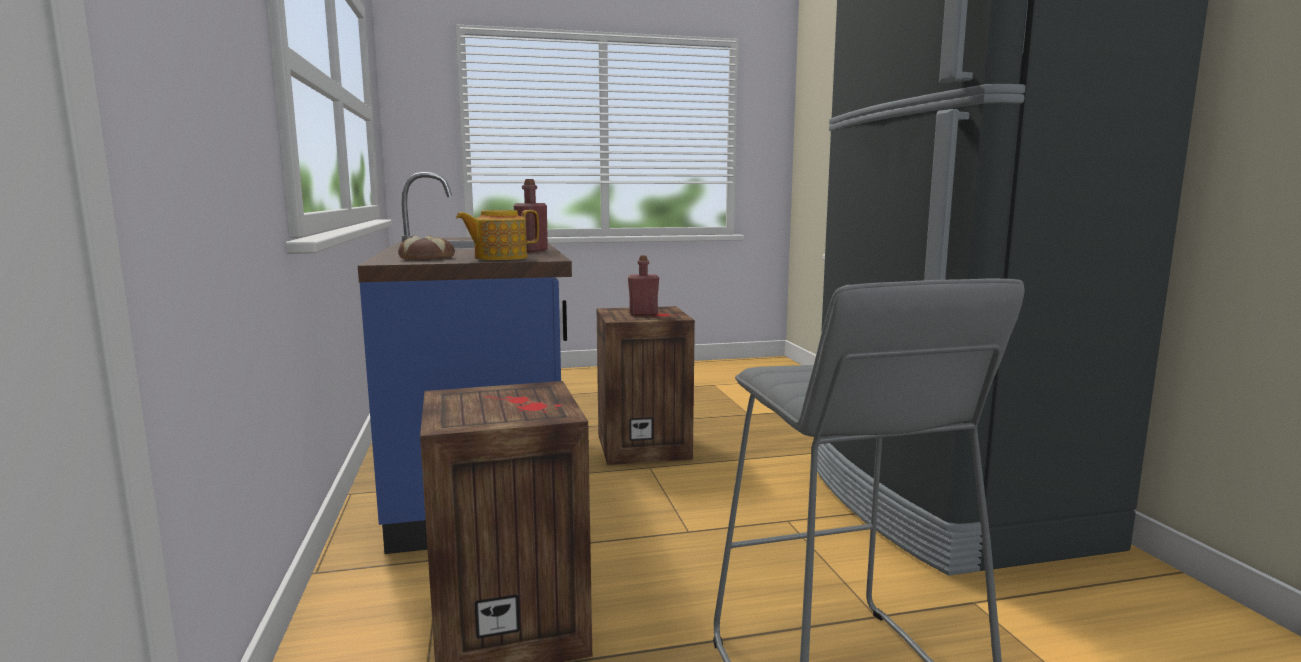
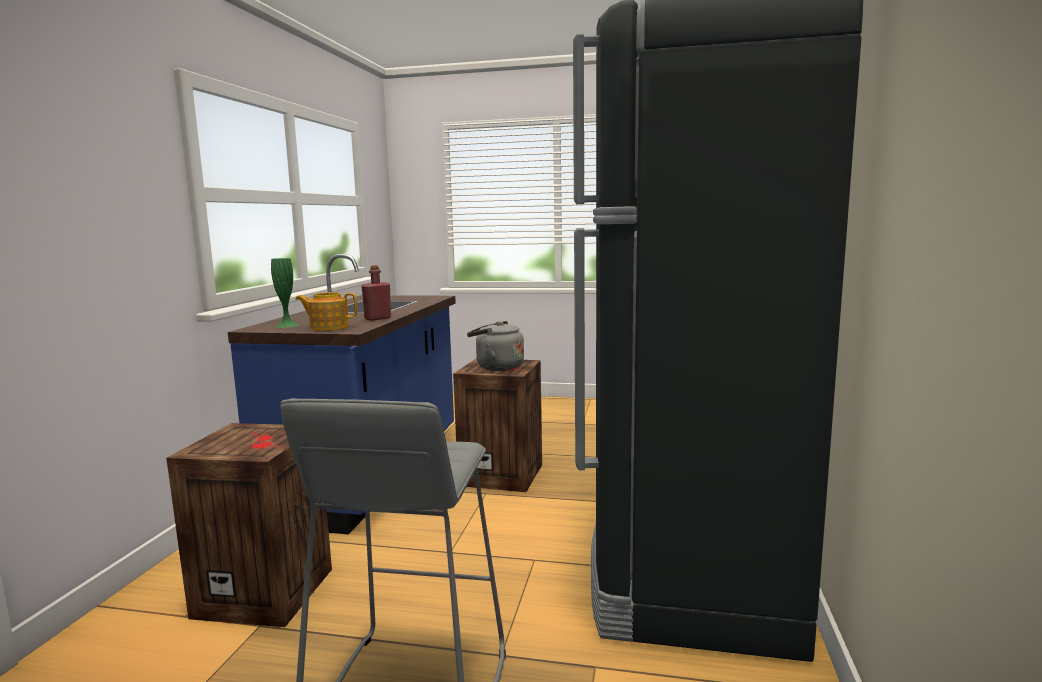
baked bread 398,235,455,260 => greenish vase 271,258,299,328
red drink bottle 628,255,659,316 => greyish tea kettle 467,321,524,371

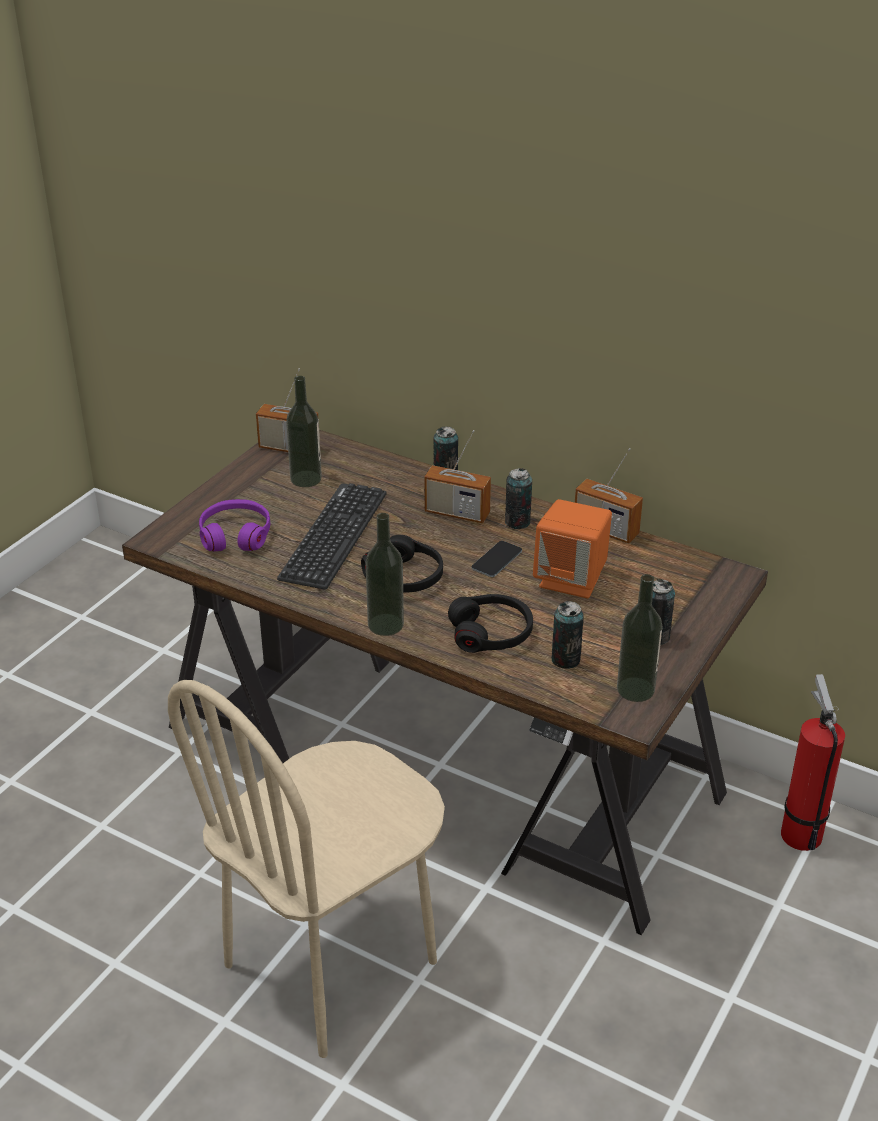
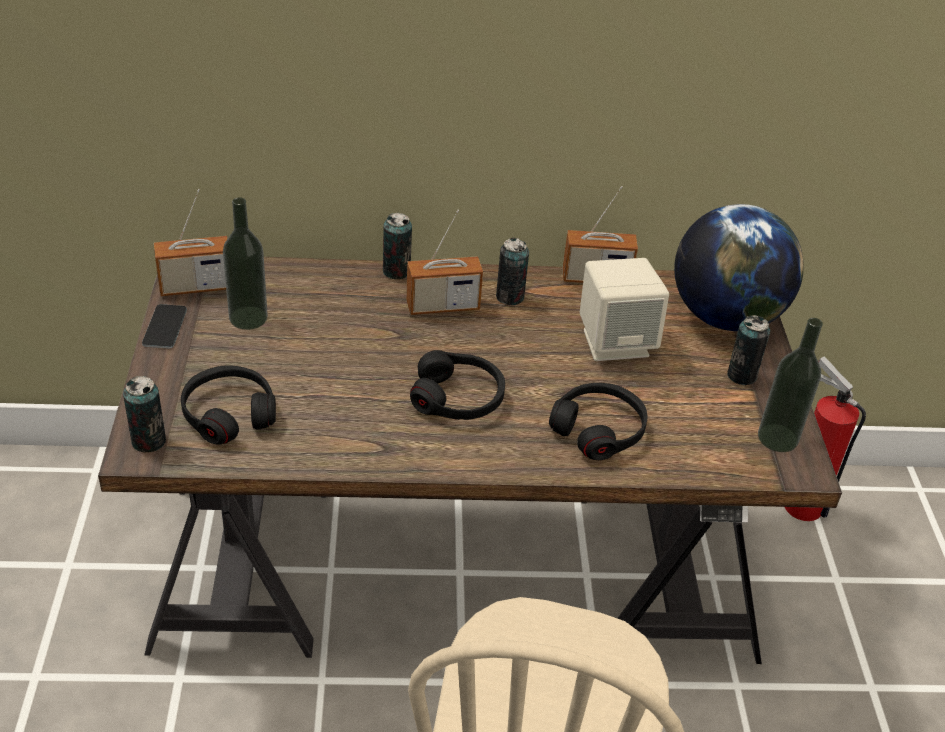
keyboard 277,483,387,590 => nothing
drink bottle 365,513,404,636 => nothing
nothing => world globe 674,204,804,331
telephone 471,541,522,577 => telephone 142,304,187,349, shifted
sealed can 551,601,584,669 => sealed can 123,376,166,452, shifted
purple pair of headphones 199,499,270,552 => black pair of headphones 181,365,276,445
orangey loudspeaker 533,499,612,599 => beige loudspeaker 580,258,669,361

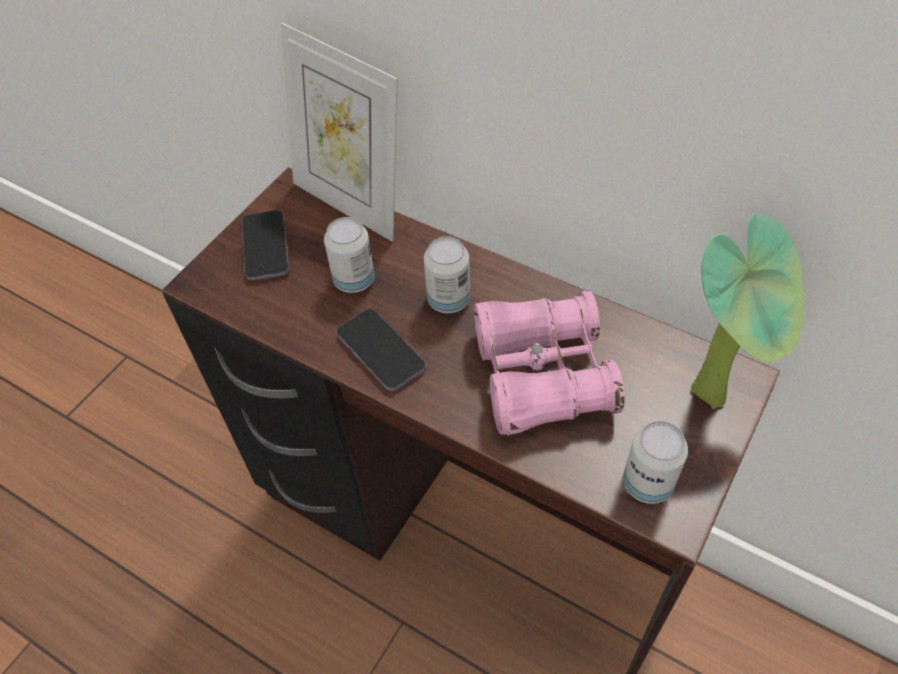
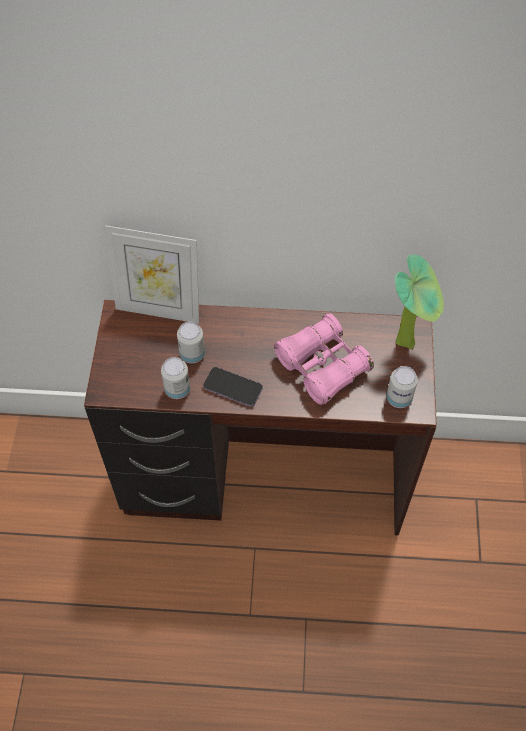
telephone 242,210,289,281 => nothing
sealed can 424,236,470,313 => sealed can 161,357,190,399, shifted

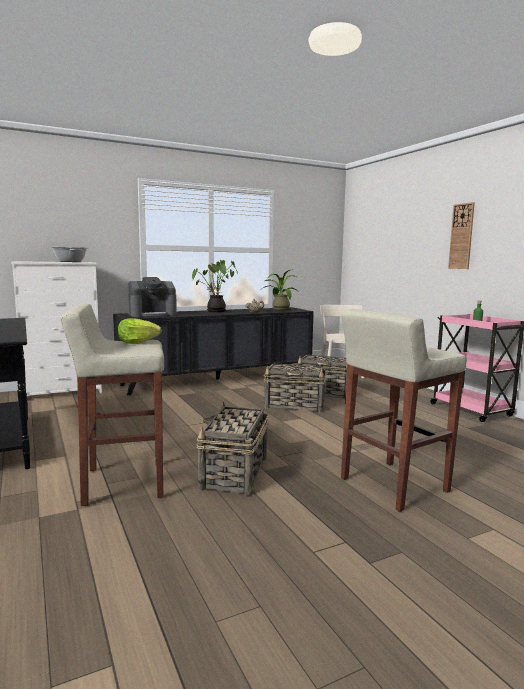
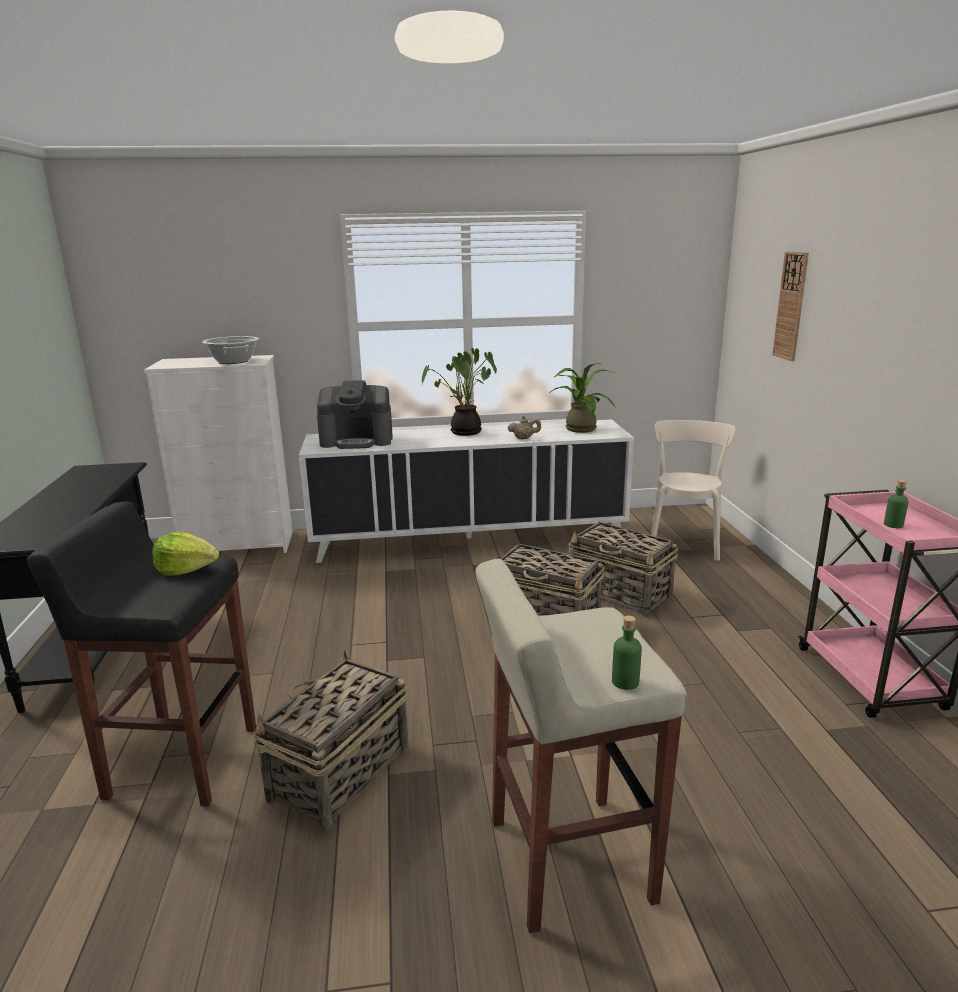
nothing => greenish drink bottle 612,616,642,690
hanging clock 448,202,475,269 => hanging clock 772,252,809,361, shifted
beige stool 60,304,164,506 => black stool 27,502,256,807
black cupboard 113,307,314,395 => white-coloured cupboard 299,419,634,563

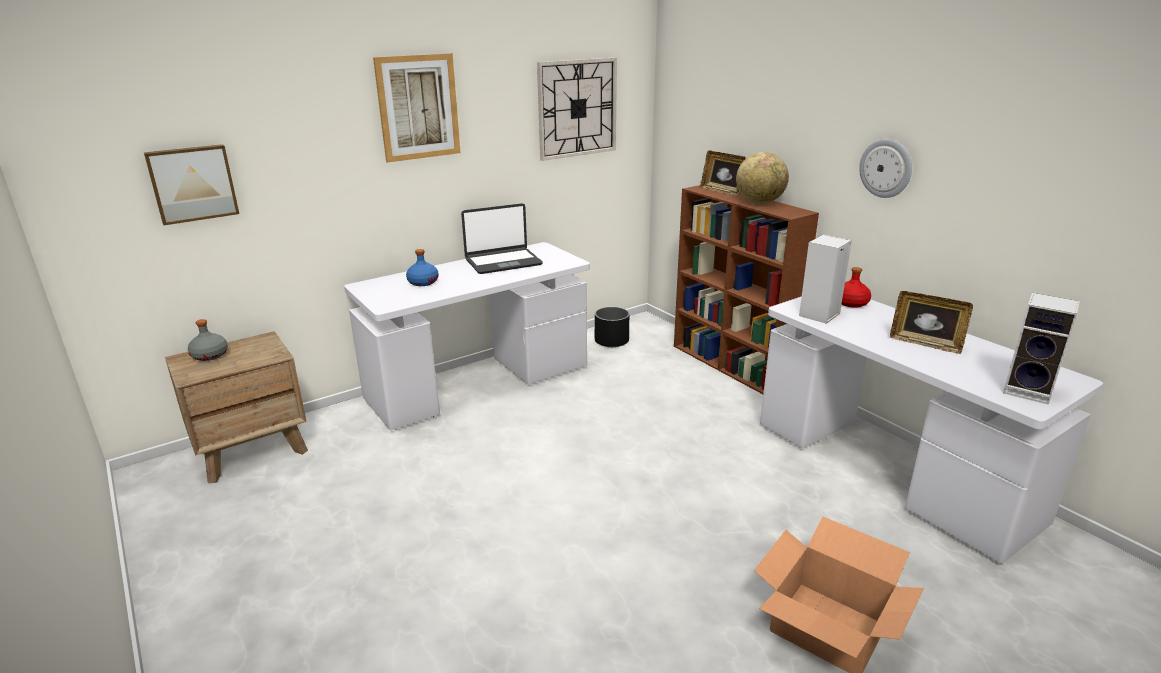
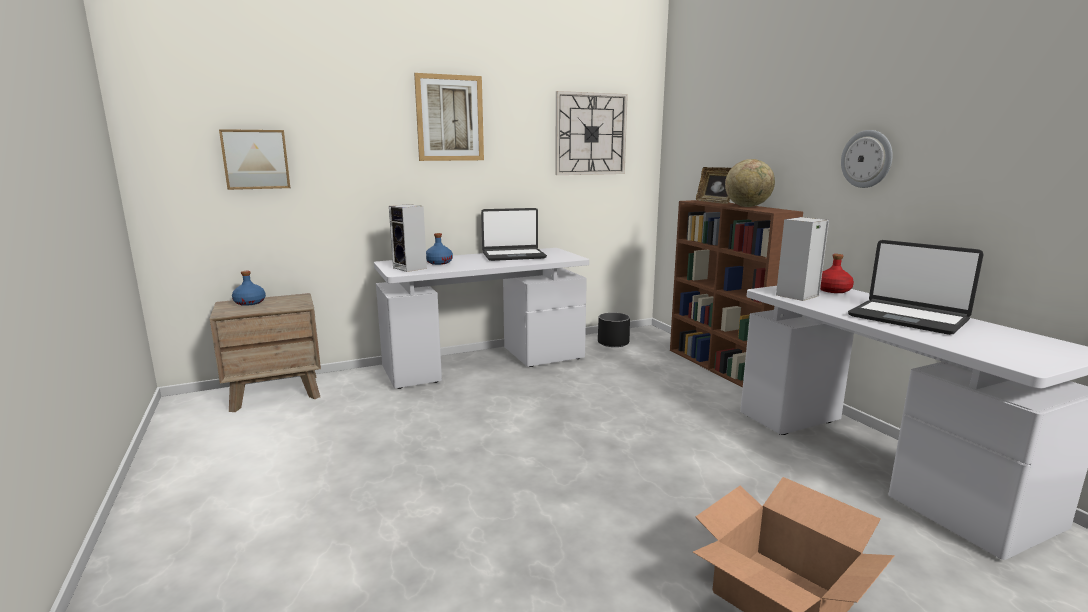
loudspeaker 1003,293,1080,405 => loudspeaker 389,204,427,272, shifted
picture frame 890,291,973,354 => laptop 848,240,984,335
greyish drink bottle 188,319,228,361 => bluish drink bottle 232,271,266,306

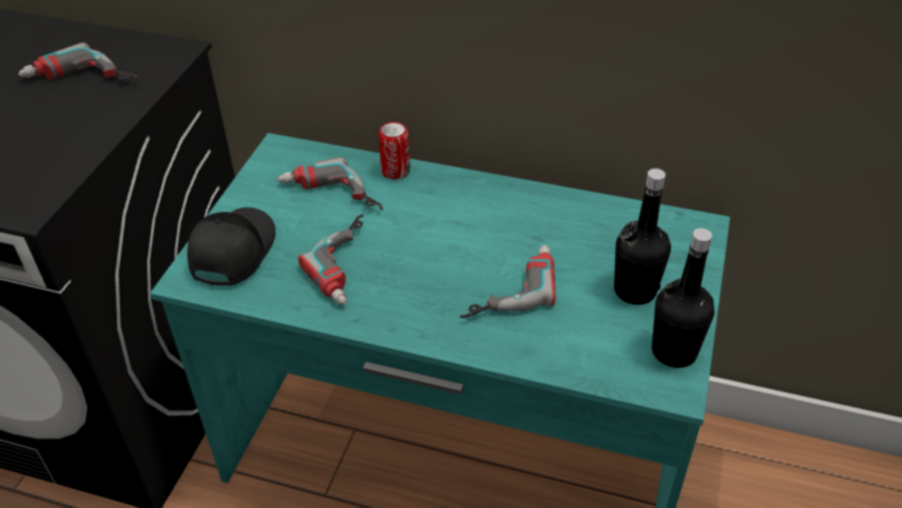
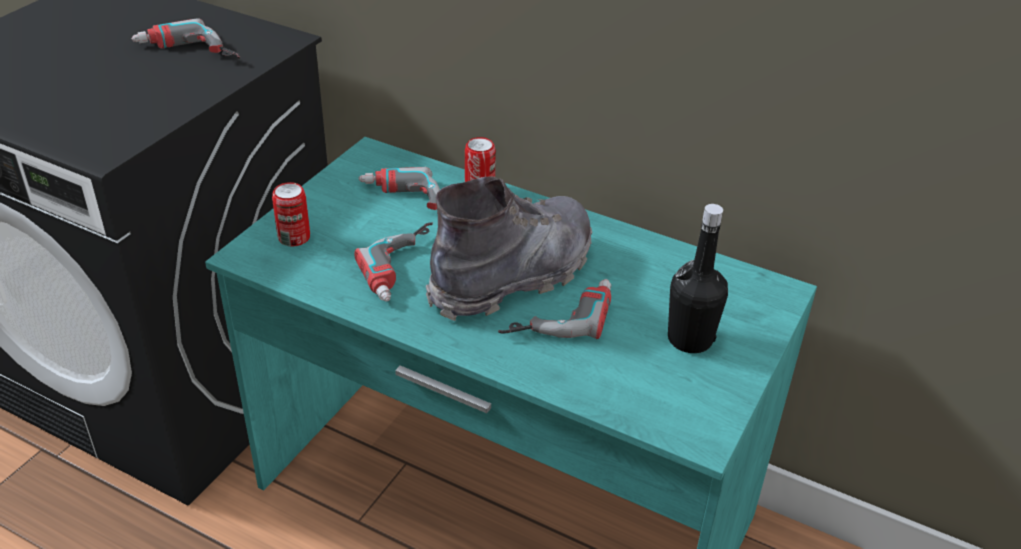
black drink bottle 652,228,714,368 => nothing
nothing => greyish boot 425,176,593,321
black cap 187,207,276,286 => sealed can 272,182,310,246

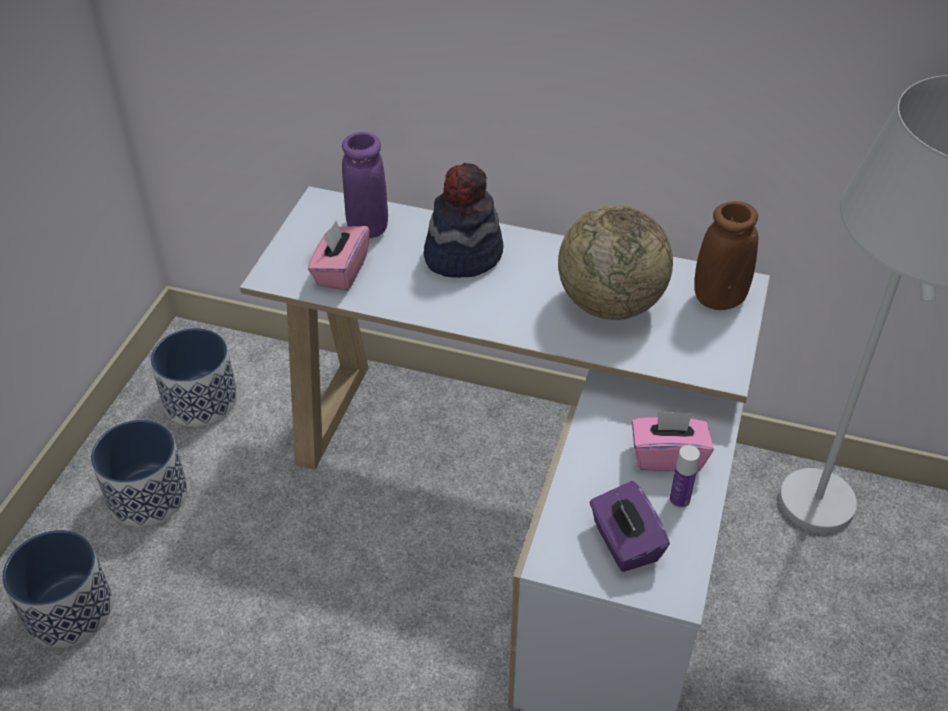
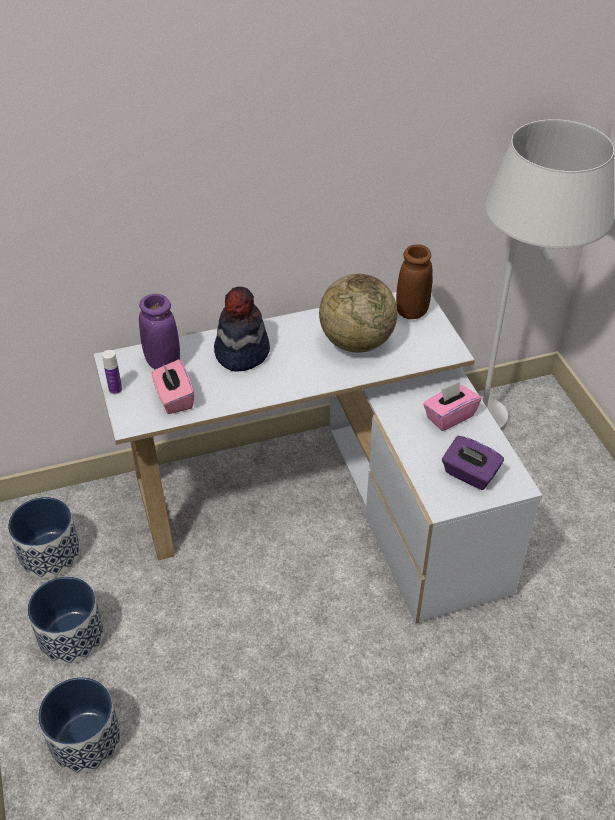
drink bottle 670,445,700,508 => drink bottle 102,350,122,394, shifted

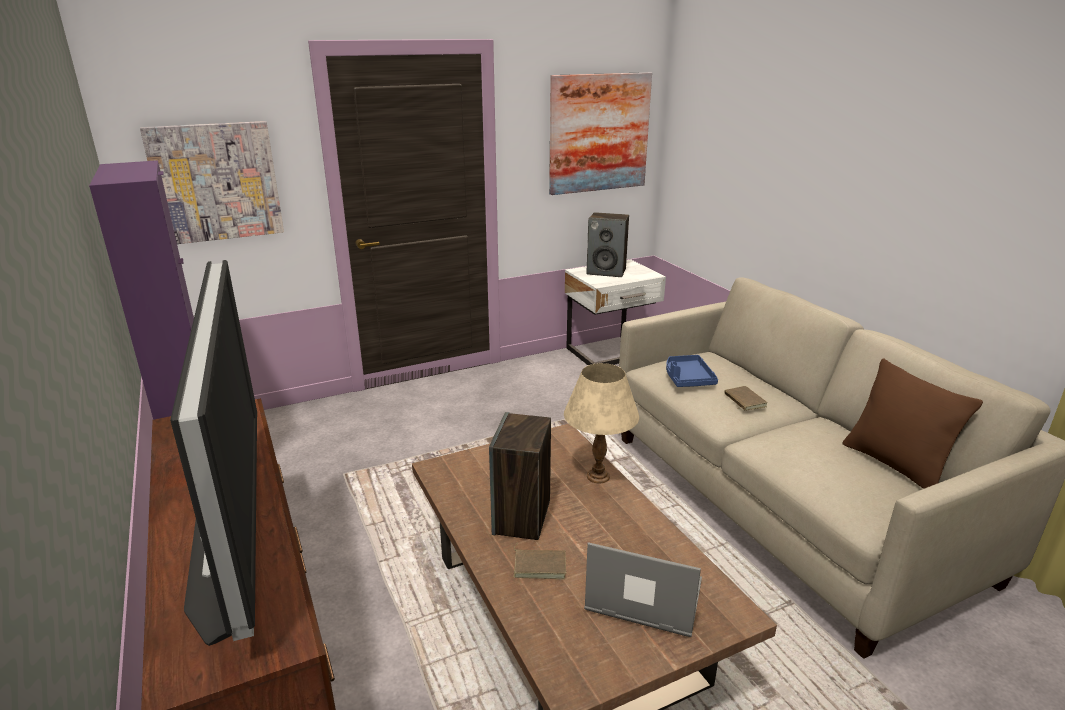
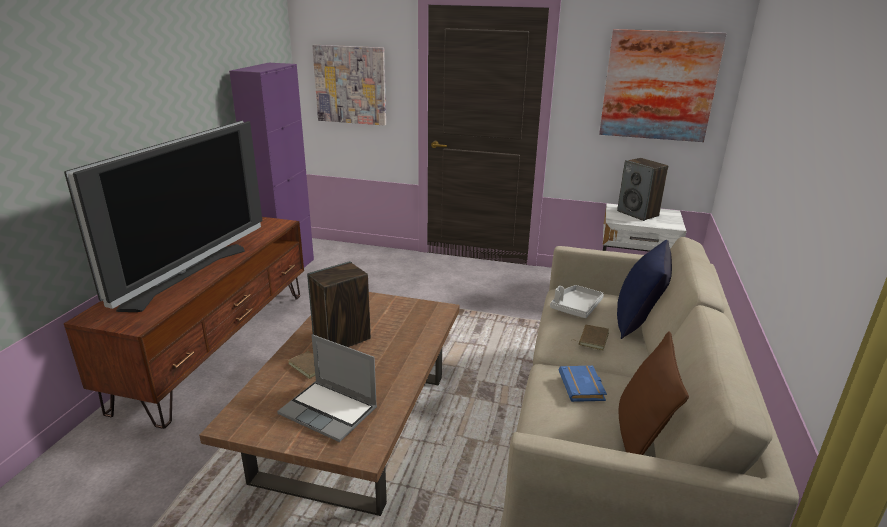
beige tabletop lamp 564,363,639,484 => nothing
nothing => bluish bound book 559,366,607,402
nothing => bluish pillow 617,240,672,339
bluish serving tray 666,355,718,387 => greyish serving tray 550,285,604,318
laptop 584,542,702,637 => laptop 277,334,377,442, 150 degrees clockwise

